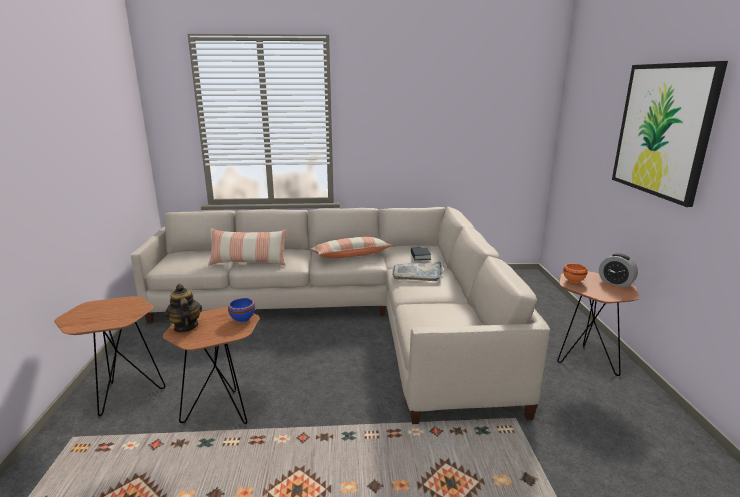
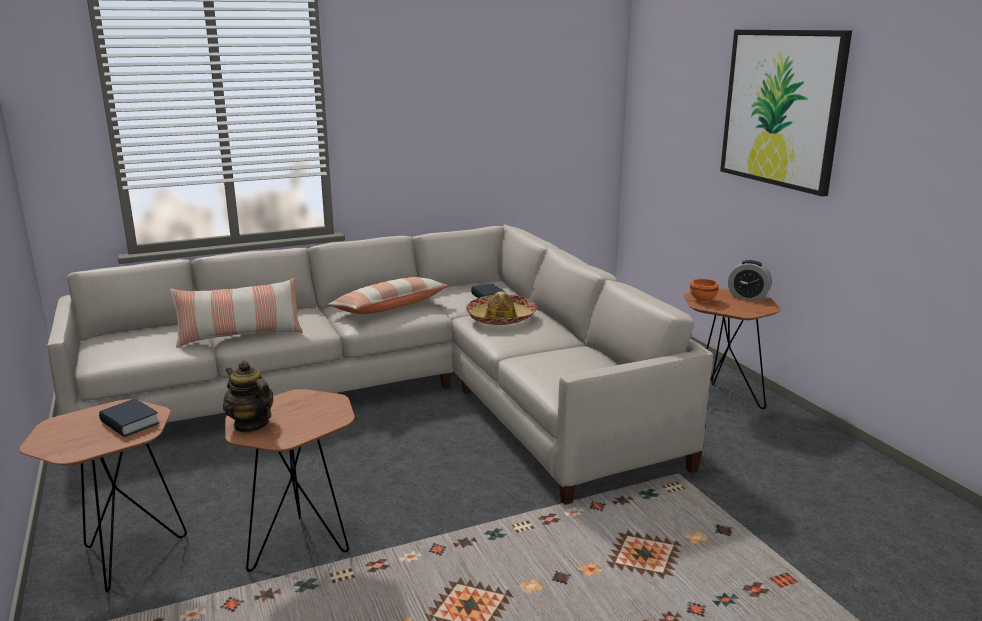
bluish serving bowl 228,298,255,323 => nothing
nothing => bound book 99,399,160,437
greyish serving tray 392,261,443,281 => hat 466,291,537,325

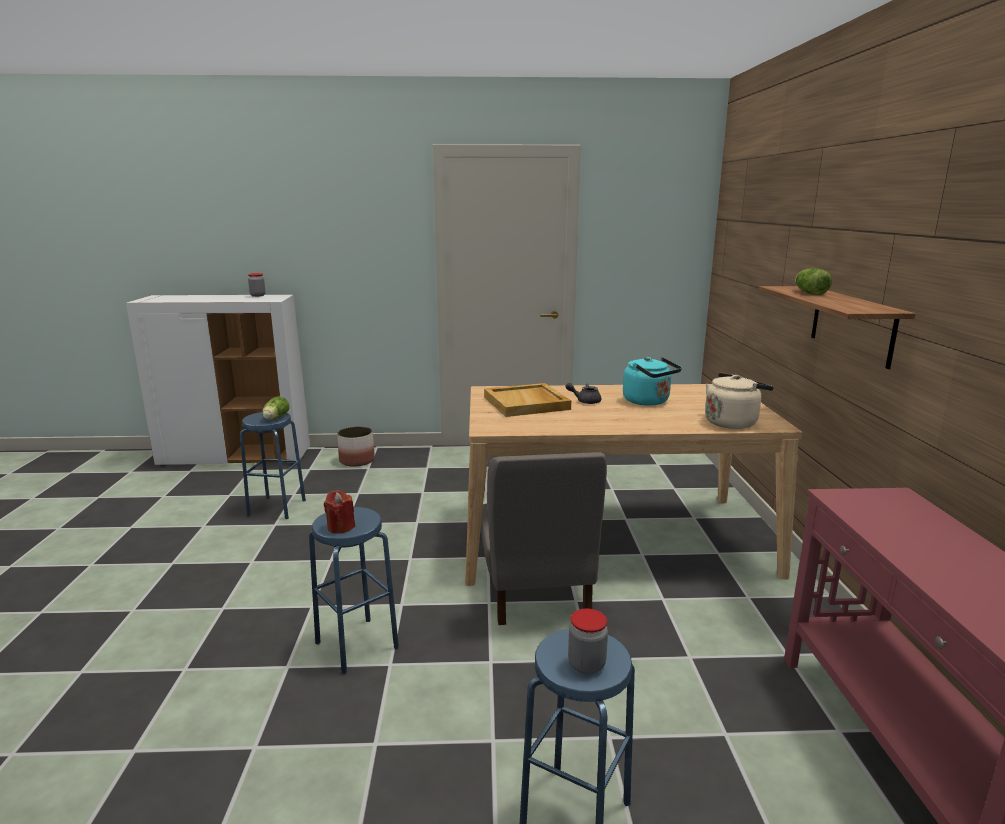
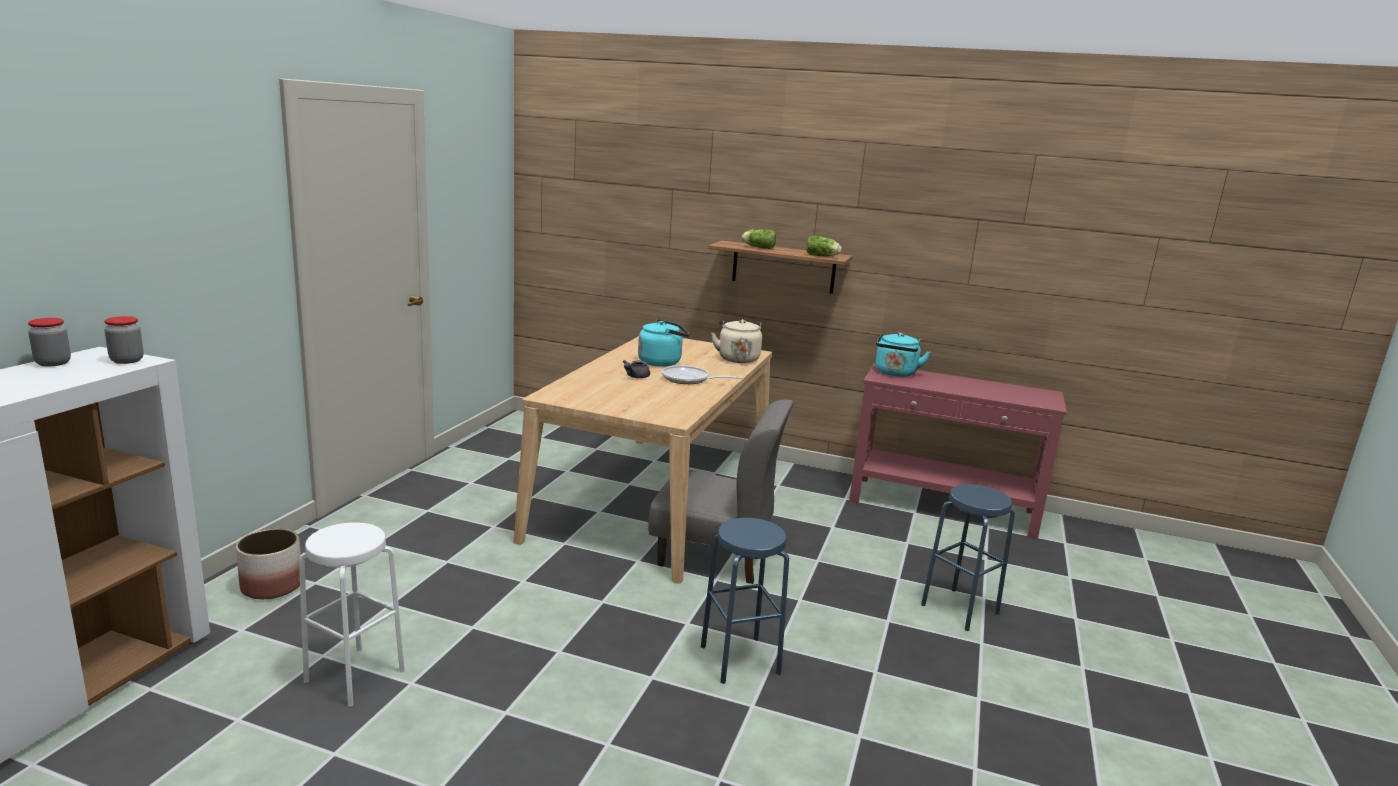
red candle 324,490,355,534 => nothing
beige serving tray 484,383,571,417 => nothing
nothing => skillet 662,365,743,384
nothing => blue-green tea kettle 875,333,930,377
head of lettuce 262,396,289,420 => head of lettuce 806,236,842,256, shifted
storage jar 568,609,608,675 => storage jar 104,316,144,364, shifted
bluish stool 240,412,306,519 => white-coloured stool 299,522,405,707

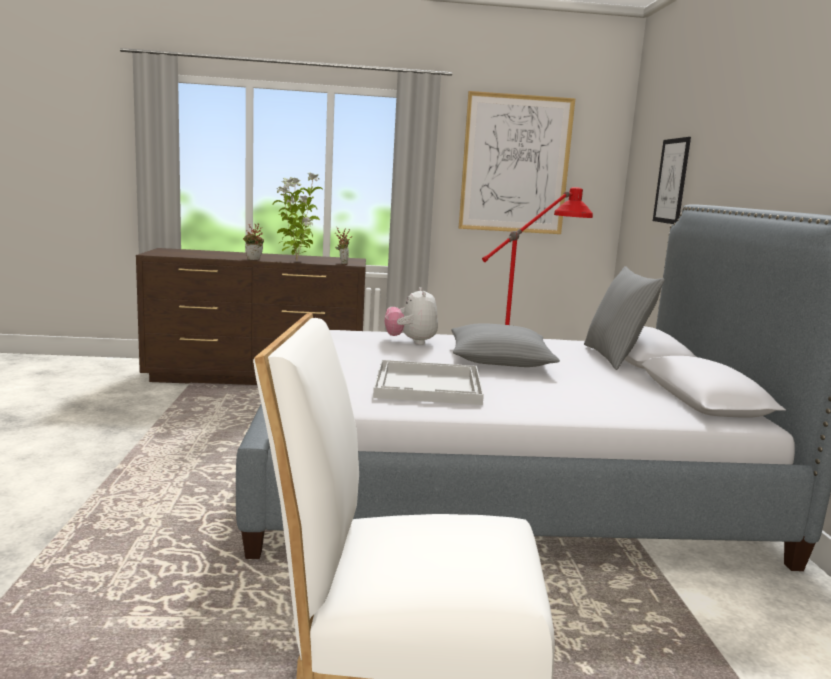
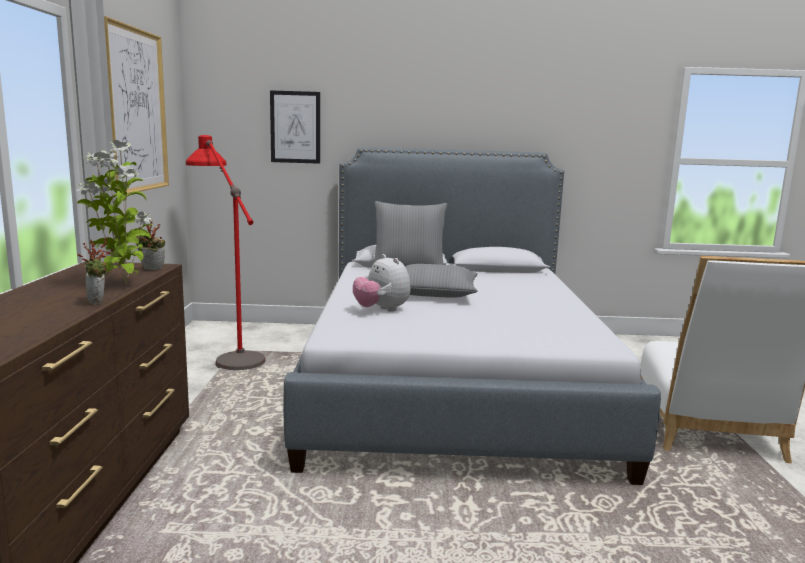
white-coloured serving tray 373,360,484,405 => nothing
soft toy 384,287,438,345 => soft toy 353,254,411,311, 60 degrees clockwise

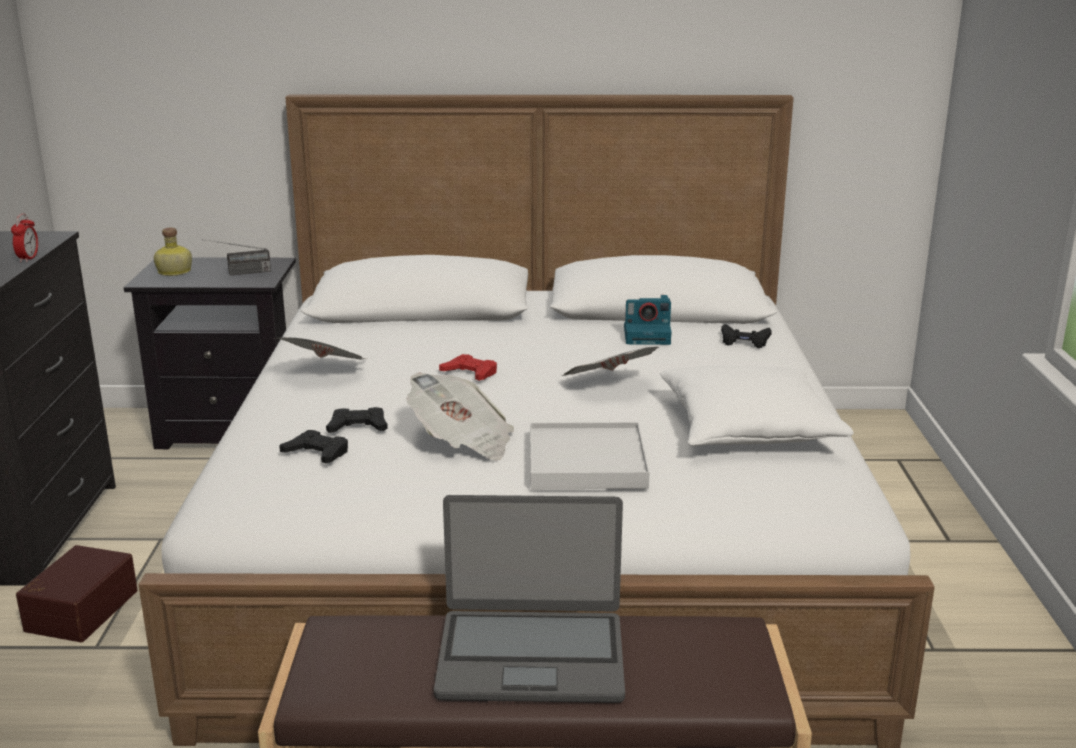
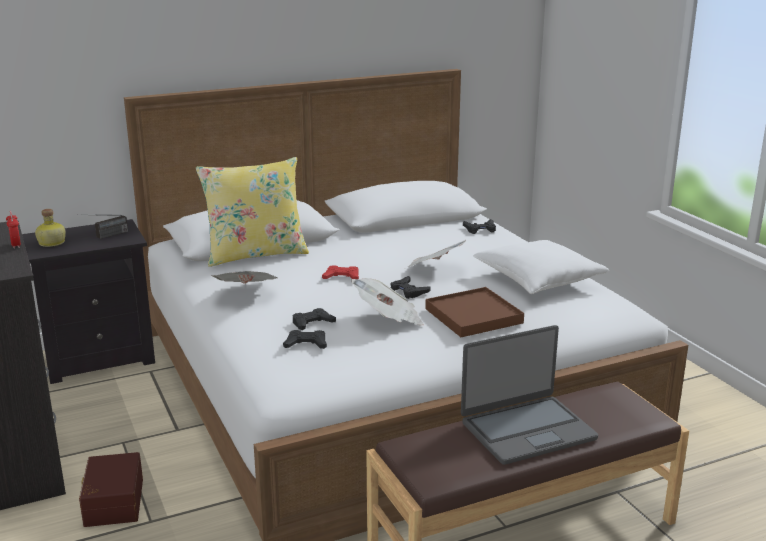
still camera 624,295,672,345 => nothing
nothing => yellow pillow 196,157,309,267
nothing => black joypad 391,276,431,299
white-coloured serving tray 530,422,650,489 => brown serving tray 425,287,524,337

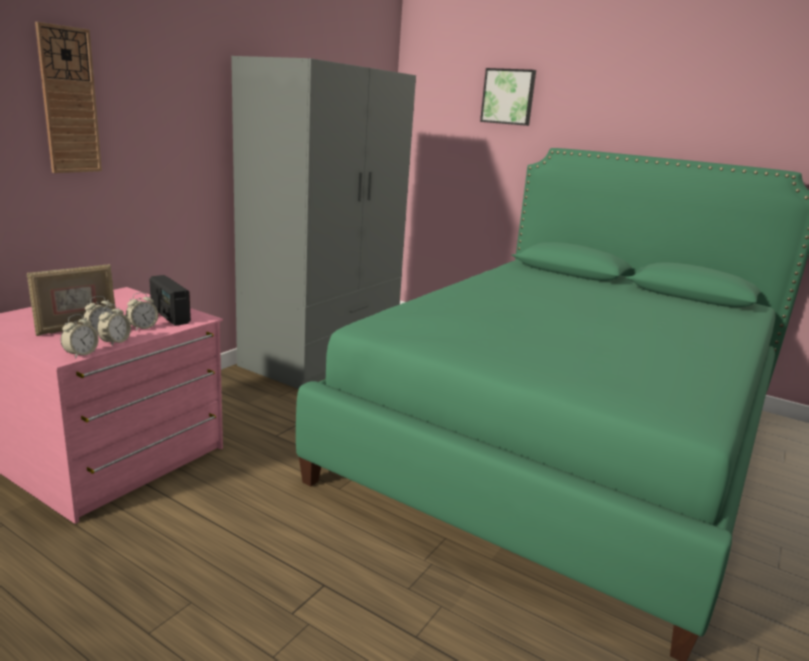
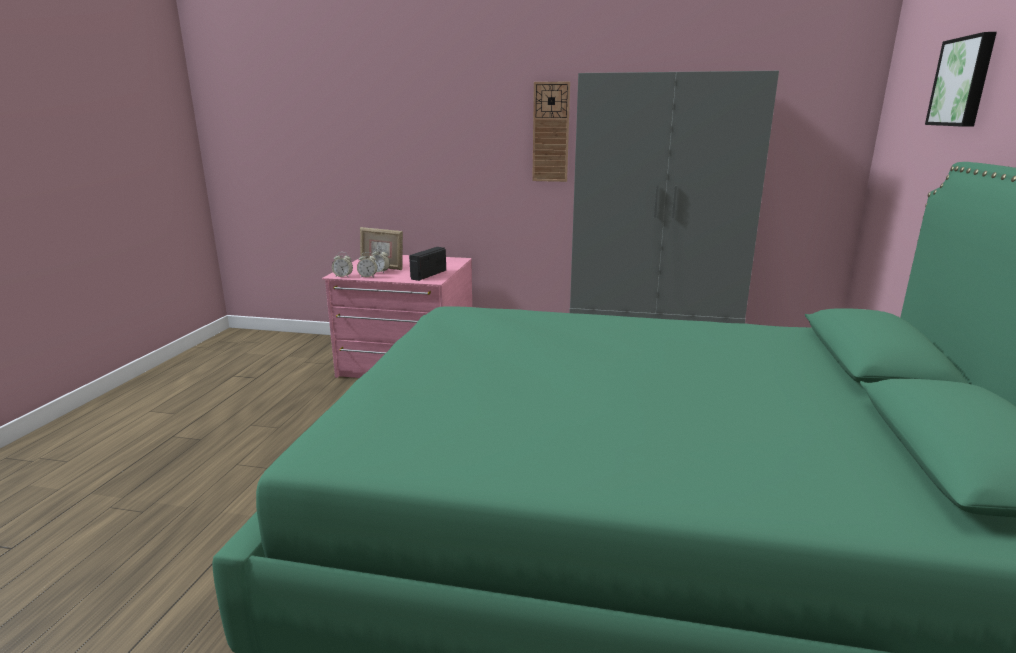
table clock 126,292,158,331 => nothing
hanging clock 35,22,102,173 => hanging clock 532,82,570,182, shifted

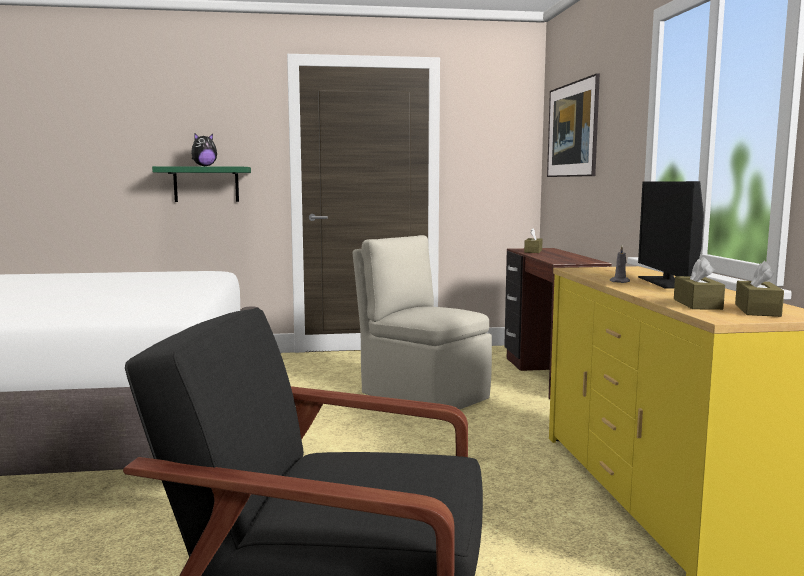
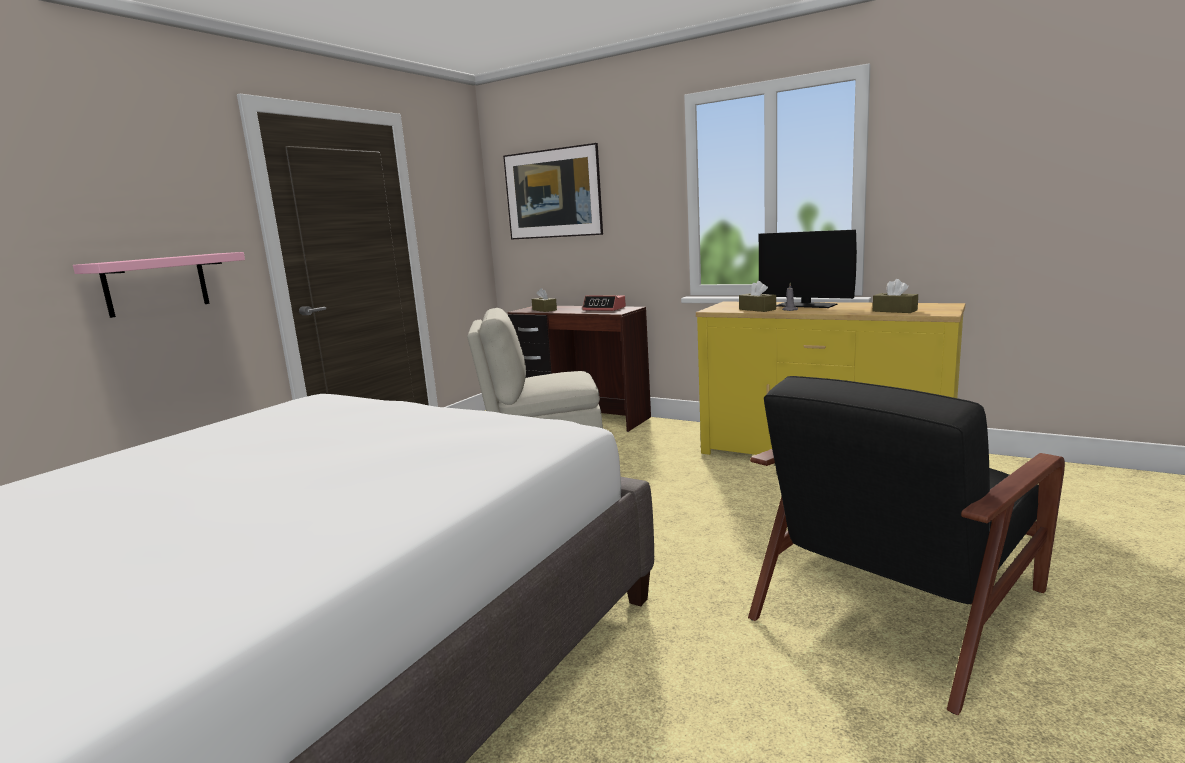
soft toy 191,133,217,166 => nothing
nothing => table clock 582,295,626,311
brown tissue holder 735,261,784,317 => brown tissue holder 739,281,776,312, shifted
greenish bracket shelf 152,166,251,202 => pink-coloured bracket shelf 73,252,245,318

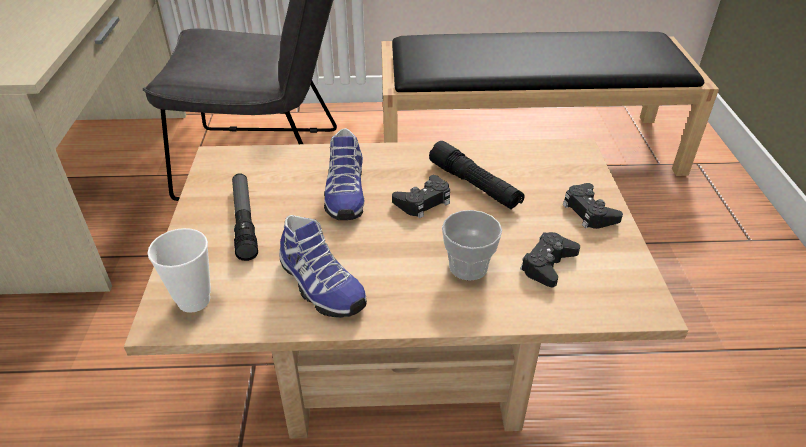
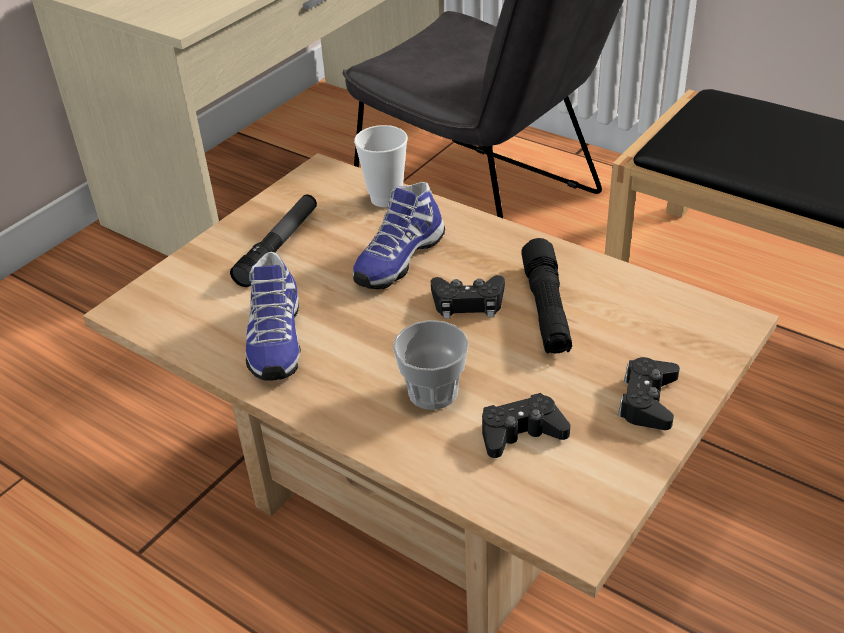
cup 147,228,211,313 => cup 354,125,408,207, shifted

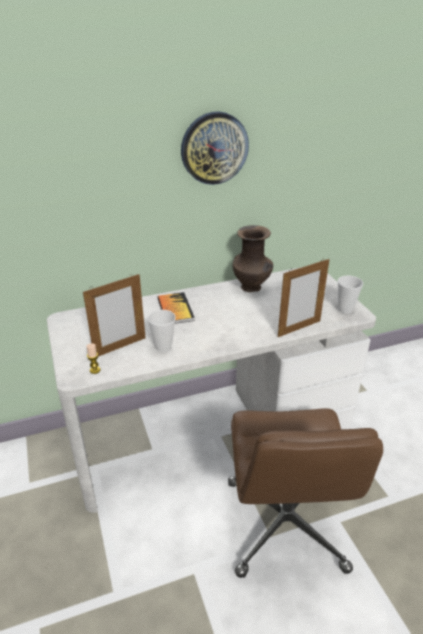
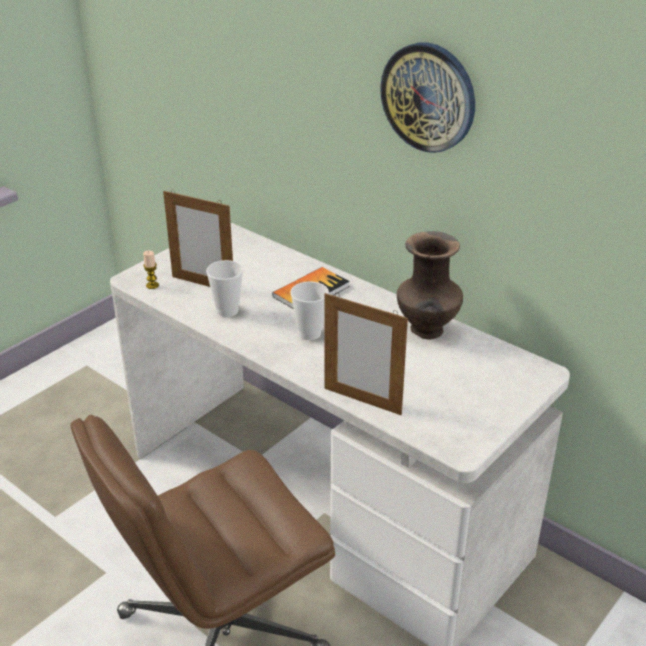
cup 338,275,363,314 => cup 290,281,329,340, shifted

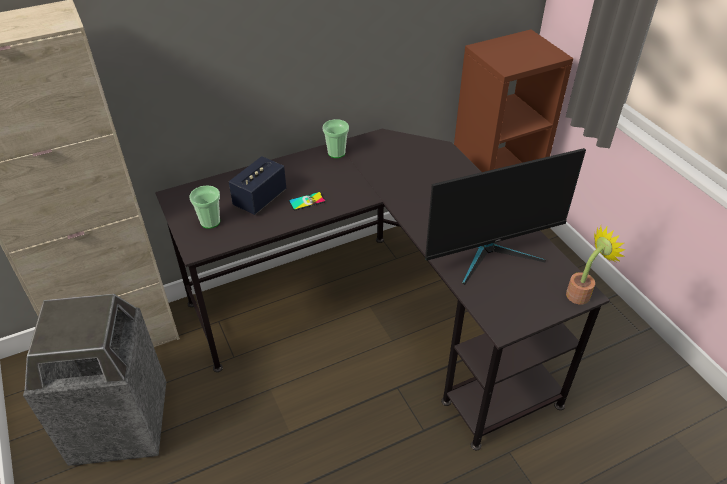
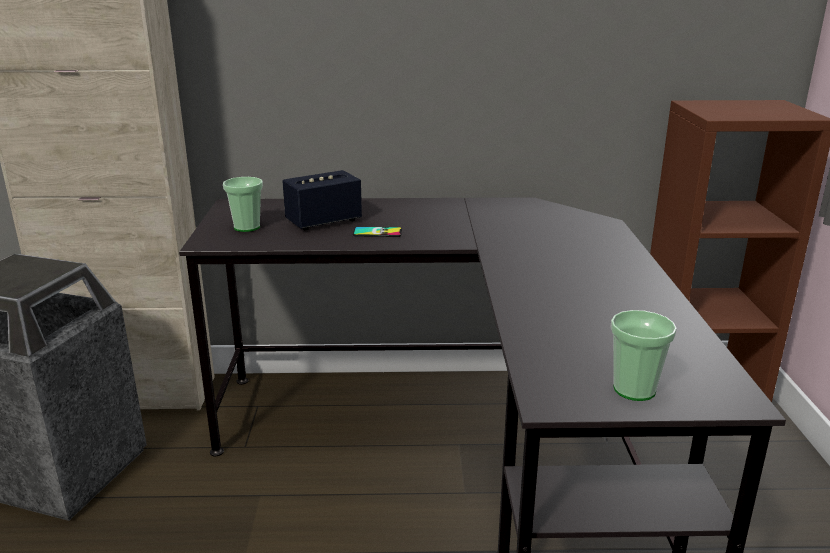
monitor 425,148,586,285 => nothing
potted plant 566,226,626,305 => nothing
cup 323,119,349,158 => cup 611,310,677,401, shifted

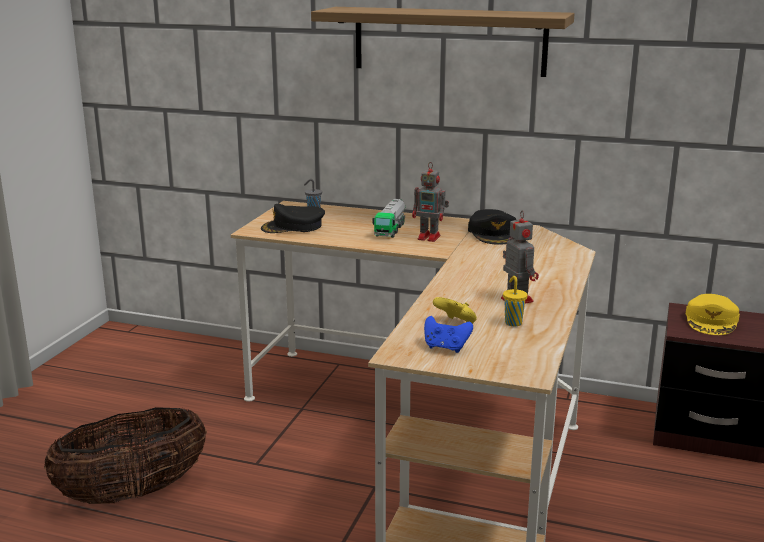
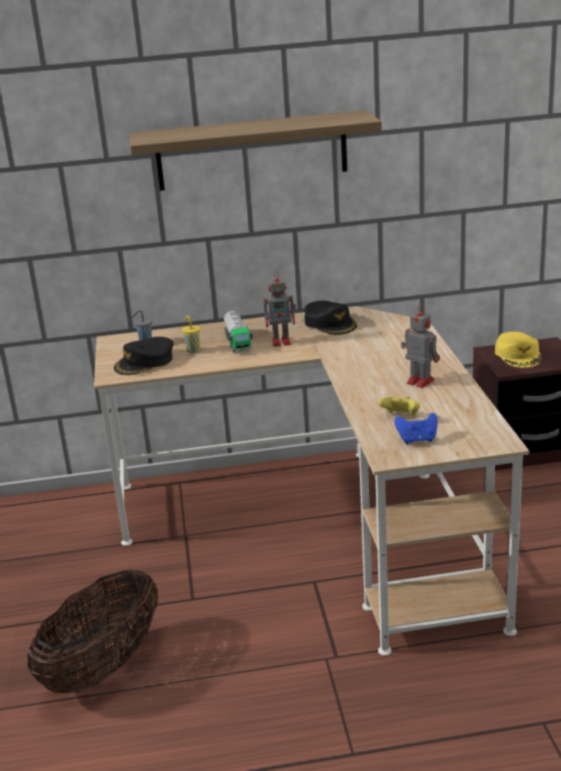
yellow cup 503,276,528,326 => yellow cup 182,316,200,353, shifted

